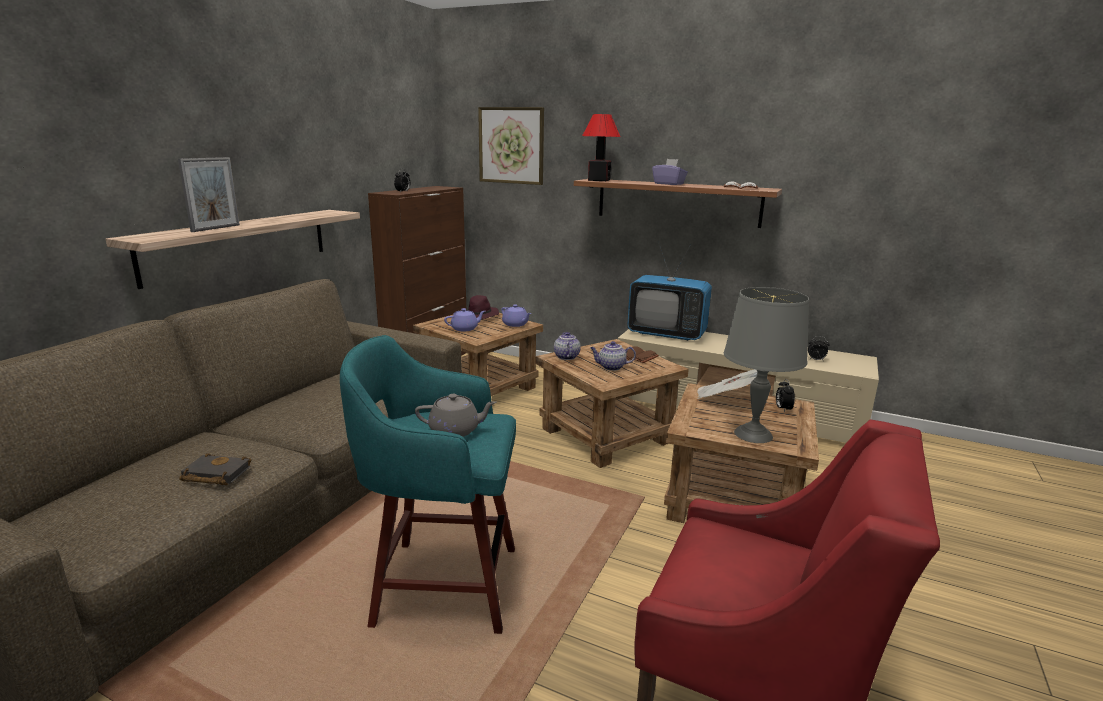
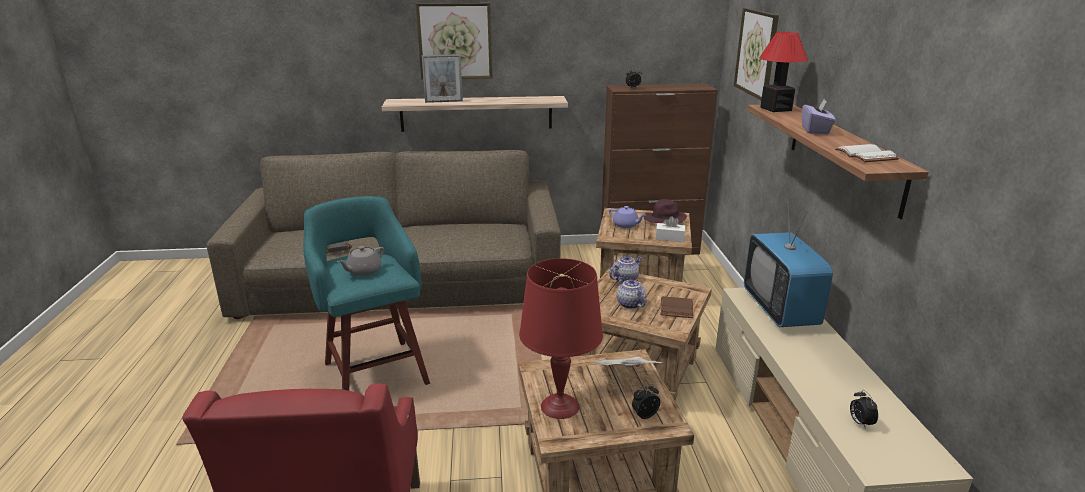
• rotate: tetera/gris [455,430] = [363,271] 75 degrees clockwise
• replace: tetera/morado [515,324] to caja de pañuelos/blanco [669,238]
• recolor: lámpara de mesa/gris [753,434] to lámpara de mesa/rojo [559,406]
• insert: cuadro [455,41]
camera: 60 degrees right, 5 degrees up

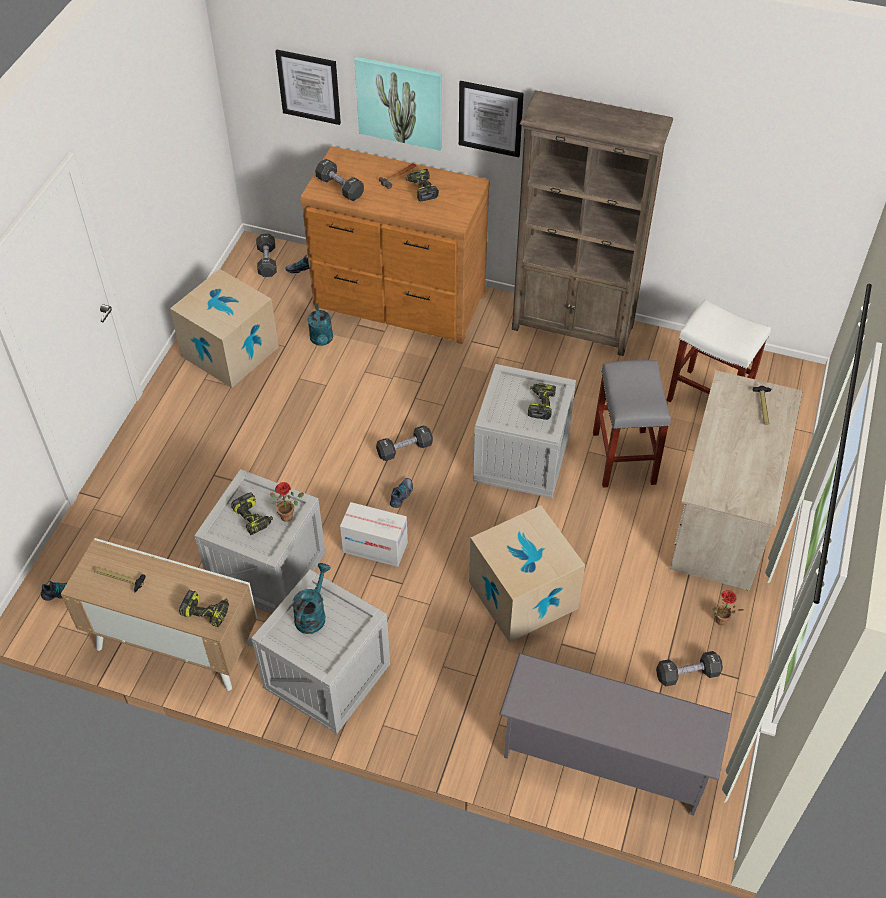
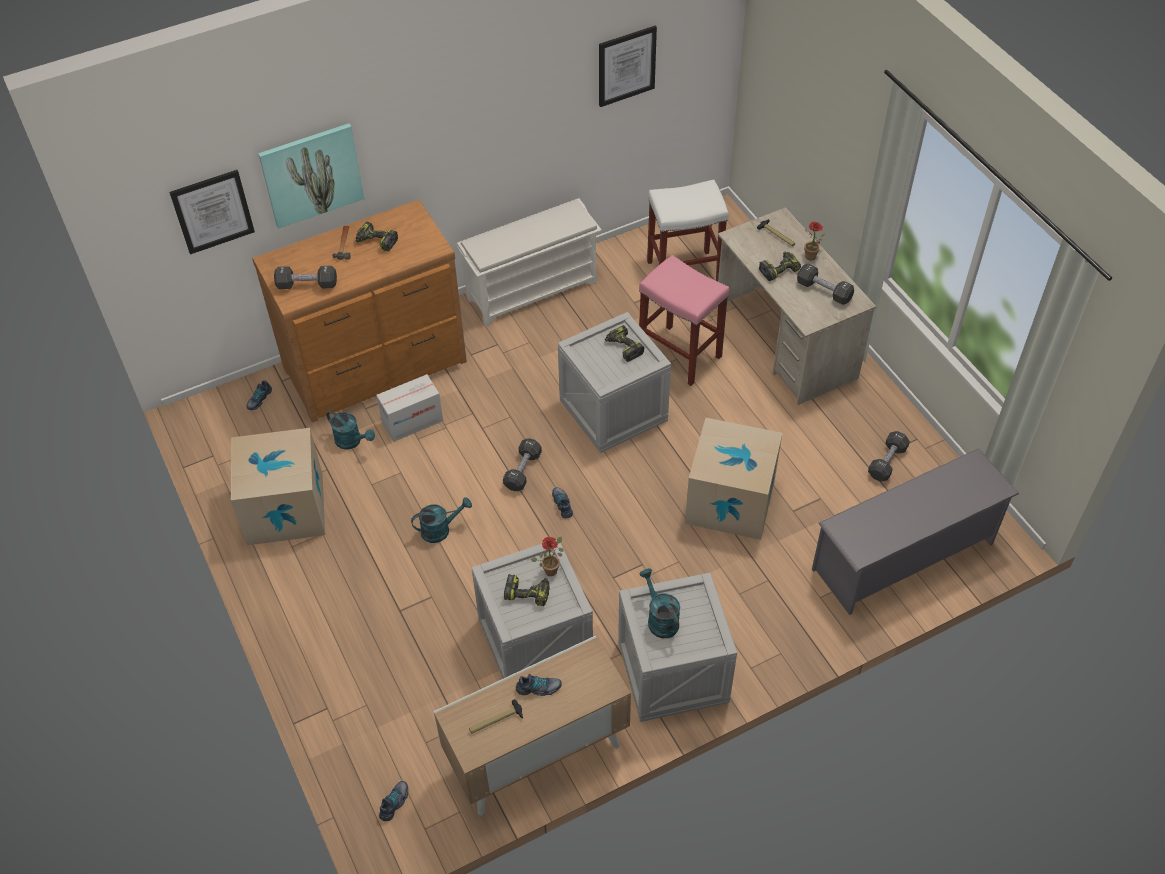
• move: taladro [207,611] to [779,269]
• move: mancuerna/negro [267,261] to [824,291]
• move: caja de cartón [375,547] to [412,421]
• move: cuadro [490,118] to [626,66]
• replace: estantería/marrón [573,327] to zapatero/blanco [533,289]
• recolor: taburete/gris [623,457] to taburete/rosa [678,355]
• move: planta en maceta [720,622] to [811,258]
• insert: regadera/turquesa [440,529]
• insert: zapato [538,688]
camera: 45 degrees left, 0 degrees up

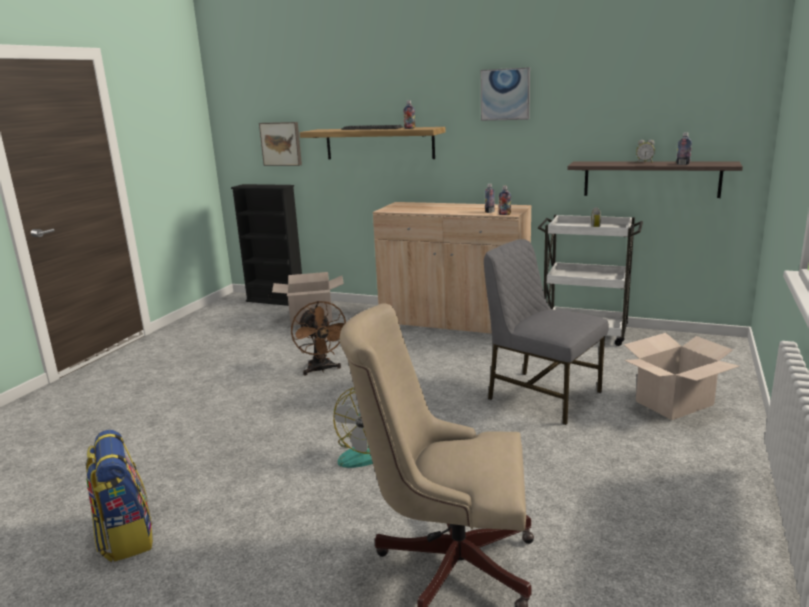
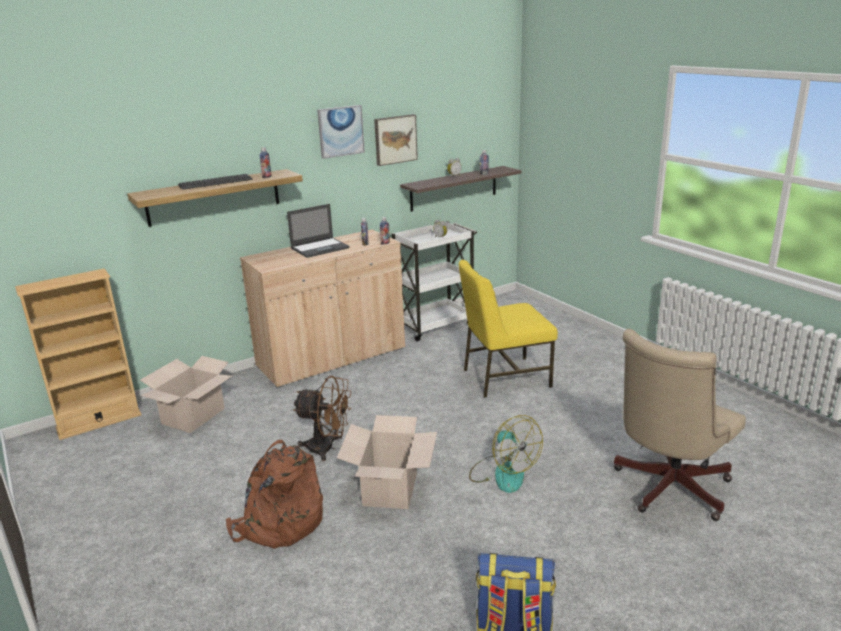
• recolor: estantería/negro [275,301] to estantería/beis [99,421]
• move: cuadro [281,143] to [395,139]
• recolor: silla/gris [542,395] to silla/amarillo [504,377]
• move: caja de cartón [674,403] to [390,488]
• insert: mochila/marrón [279,523]
• insert: portátil [320,248]
camera: 55 degrees left, 5 degrees up

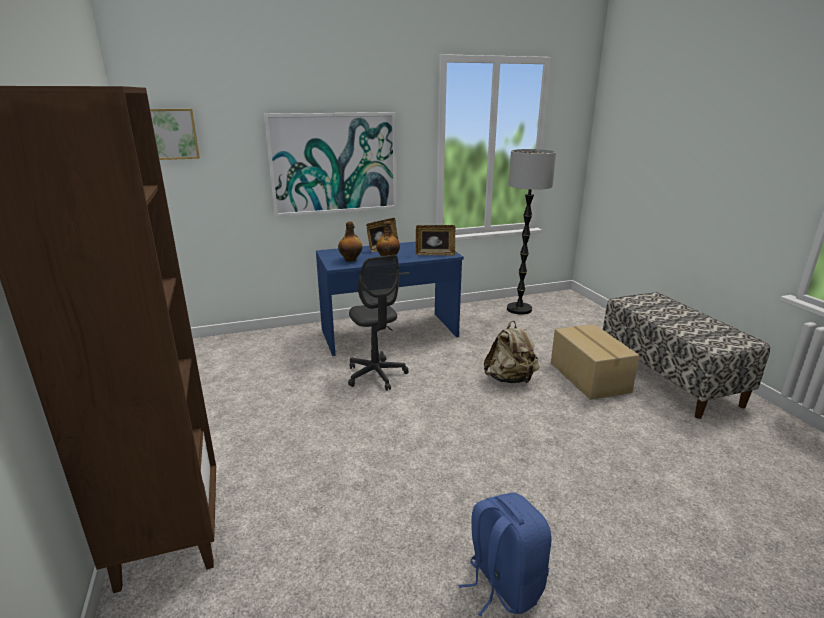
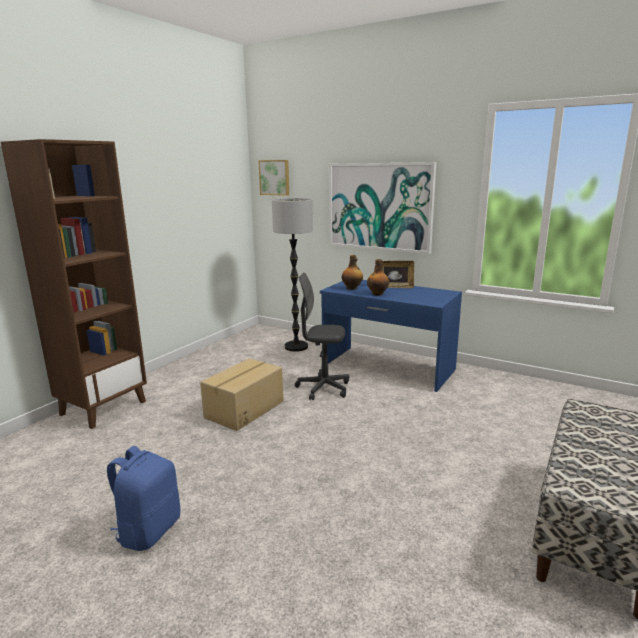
• rotate: silla de oficina/gris [376,375] = [323,388] 75 degrees clockwise
• delete: portarretratos [435,254]
• delete: mochila/beis [510,379]
• move: lámpara de pie [519,309] to [296,347]
• move: caja de cartón [588,377] to [243,409]
camera: 50 degrees right, 5 degrees down

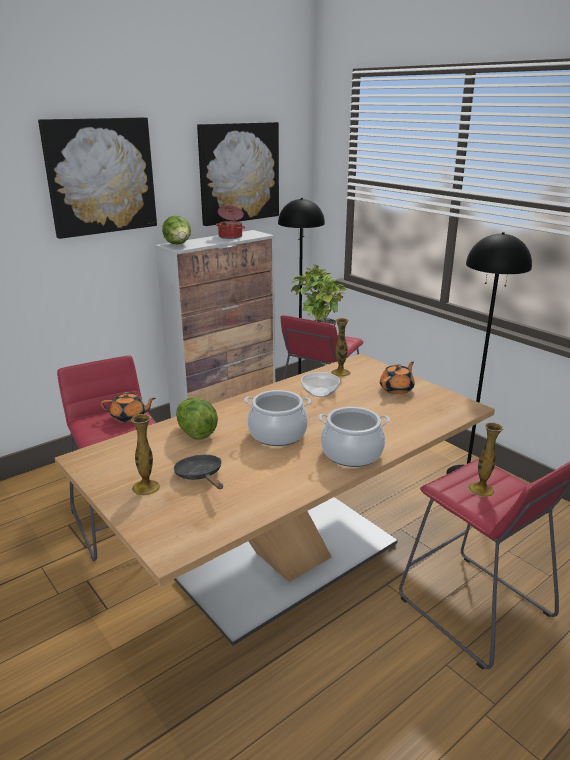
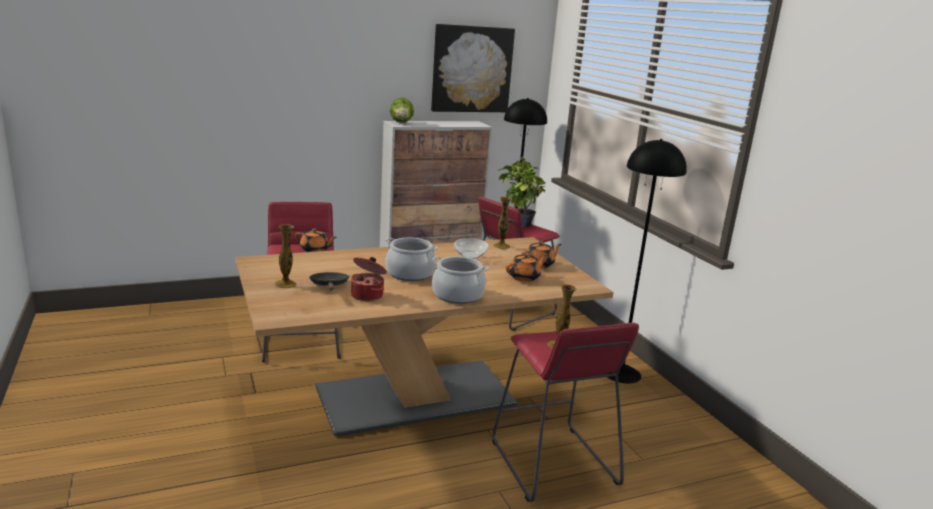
• delete: cuadro [100,176]
• delete: lechuga [196,432]
• move: olla [231,236] to [368,295]
• insert: tetera/naranja [525,277]
camera: 15 degrees right, 5 degrees down

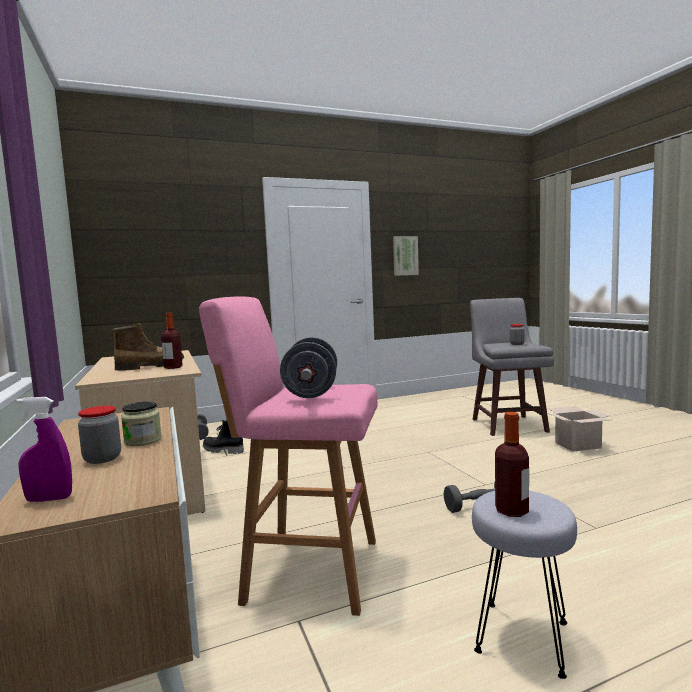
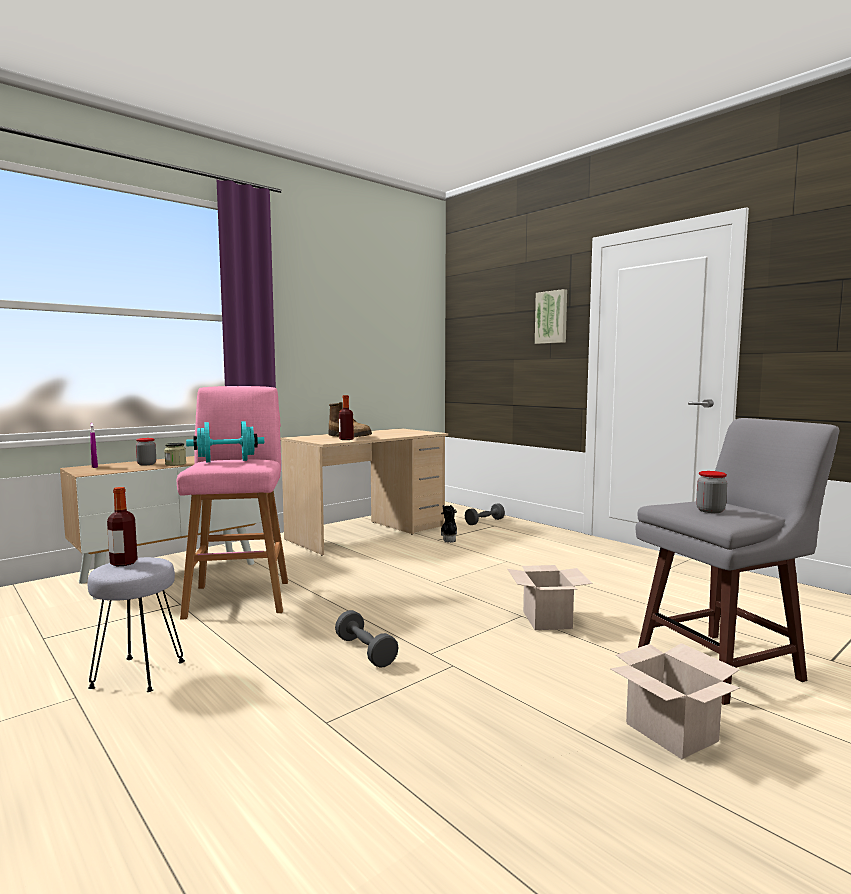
• recolor: mancuerna/gris [311,392] to mancuerna/turquesa [226,461]
• move: cuadro [405,256] to [552,317]
• insert: caja de cartón [548,620]
camera: 70 degrees right, 0 degrees up

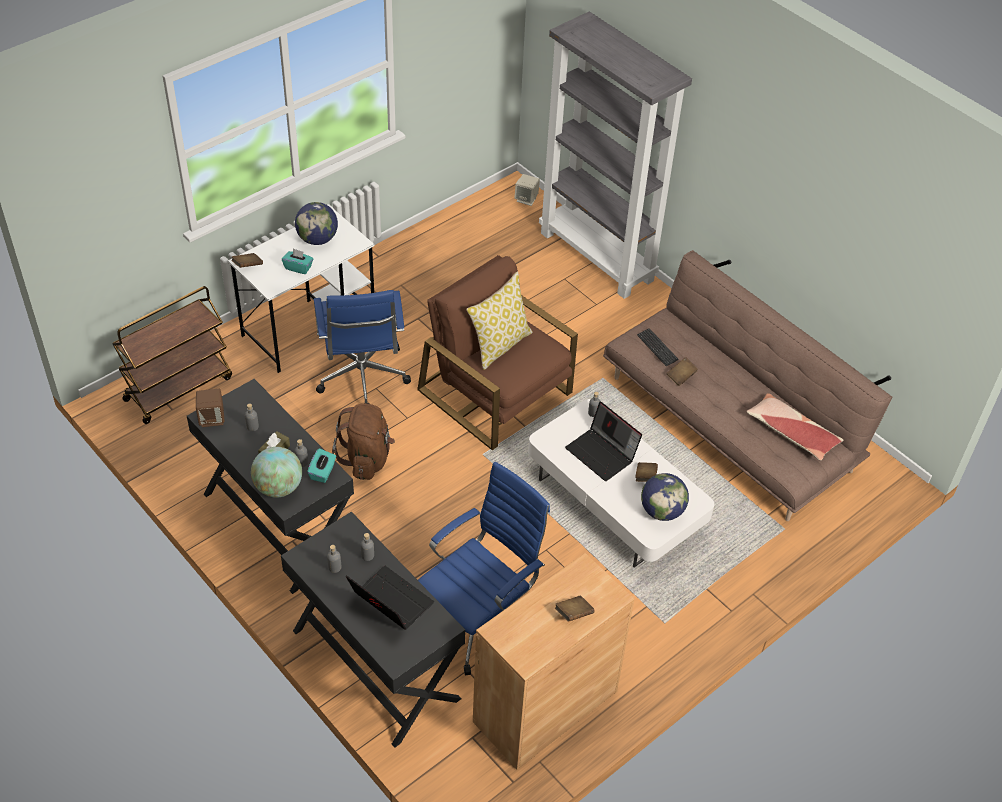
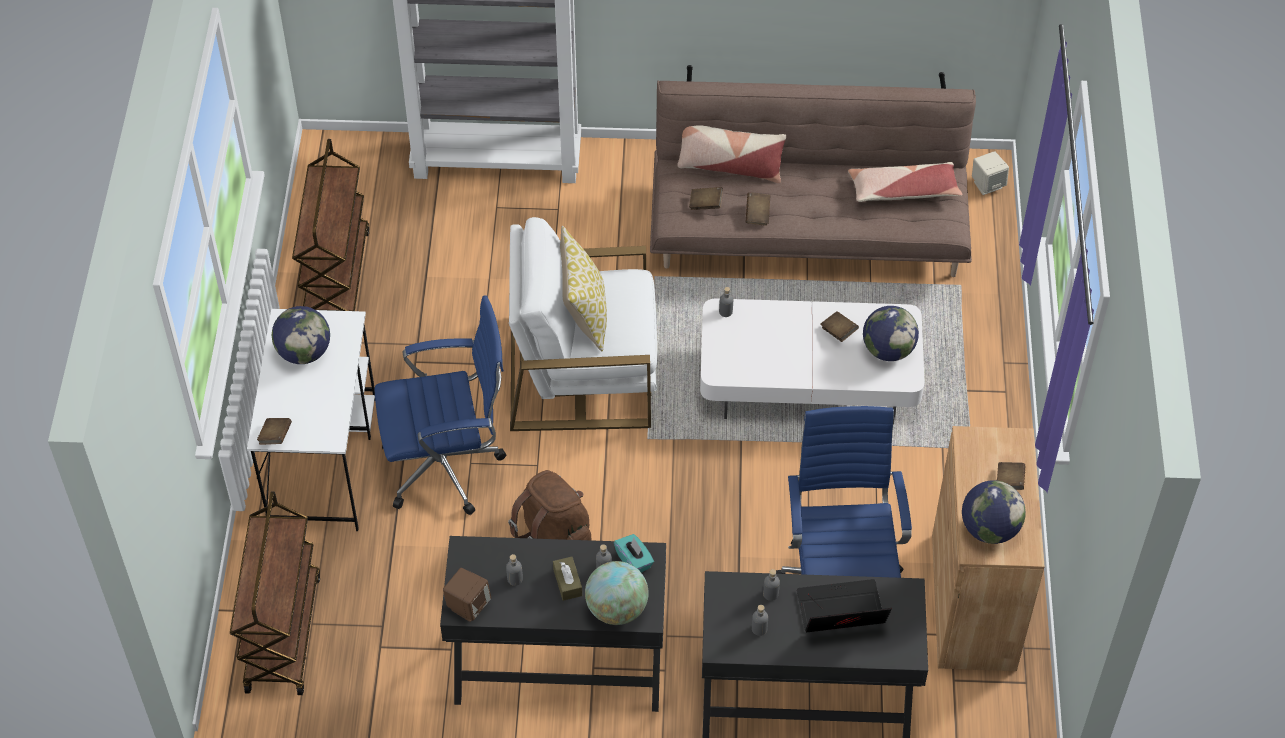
• delete: caja de pañuelos/turquesa [298,267]
• rotate: silla de oficina/azul [362,381] = [448,467] 45 degrees counterclockwise
• recolor: sillón/marrón [497,391] to sillón/blanco [582,369]
• move: altavoz/beis [526,199] to [987,184]
• delete: portátil [602,453]
• replace: teclado [657,348] to libro/marrón [705,204]
• insert: carrito/marrón [336,276]
• insert: cojín [729,166]
• insert: globo terráqueo [989,529]
camera: 45 degrees left, 5 degrees up

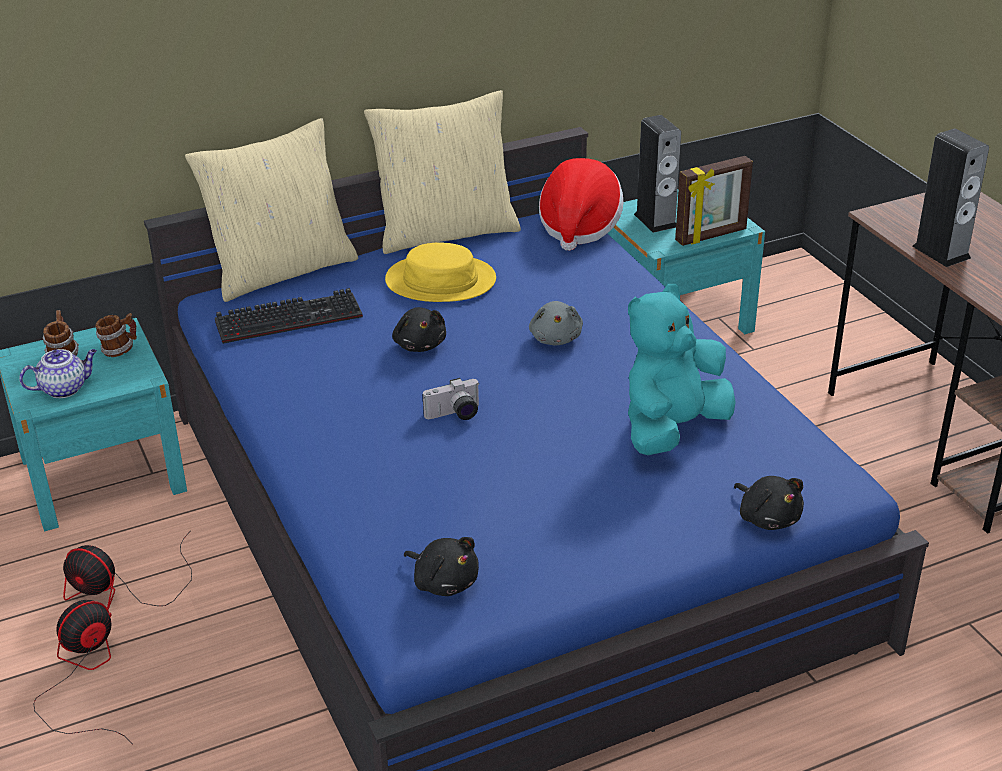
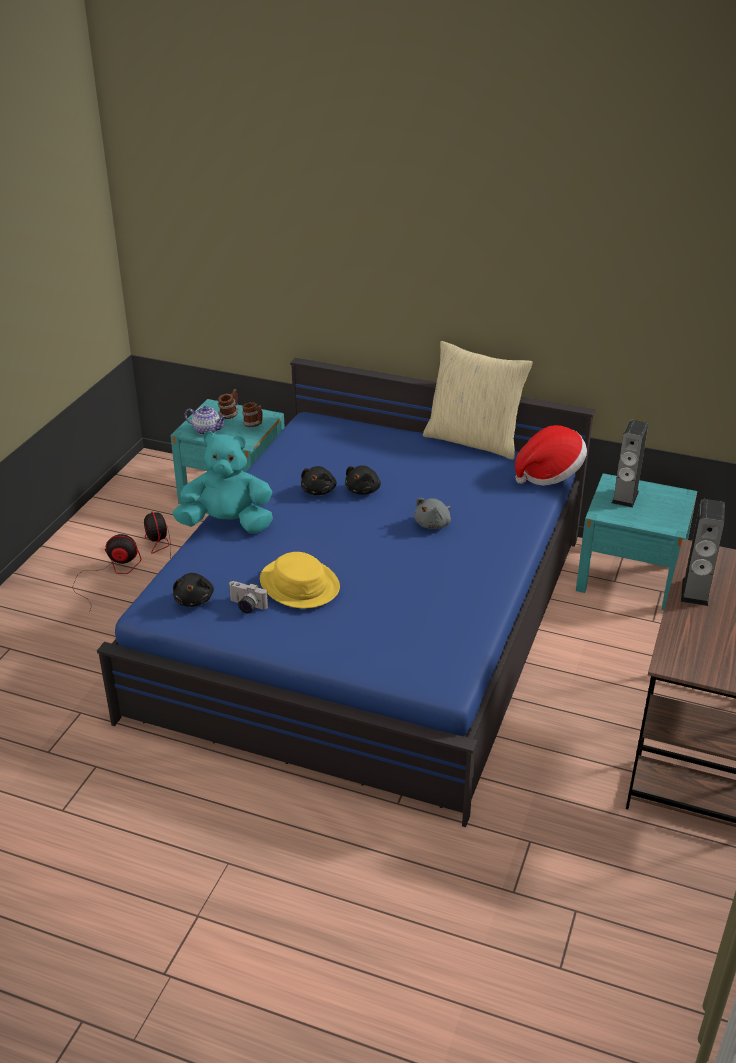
• delete: cojín/beis [281,270]
• delete: teclado [291,318]
• move: sombrero/amarillo [440,280] to [300,584]
• move: cámara [454,415] to [246,606]
• move: peluche/turquesa [672,429] to [227,524]
• delete: portarretratos [711,236]
• move: peluche/negro [767,517] to [319,490]
camera: 45 degrees right, 0 degrees up

